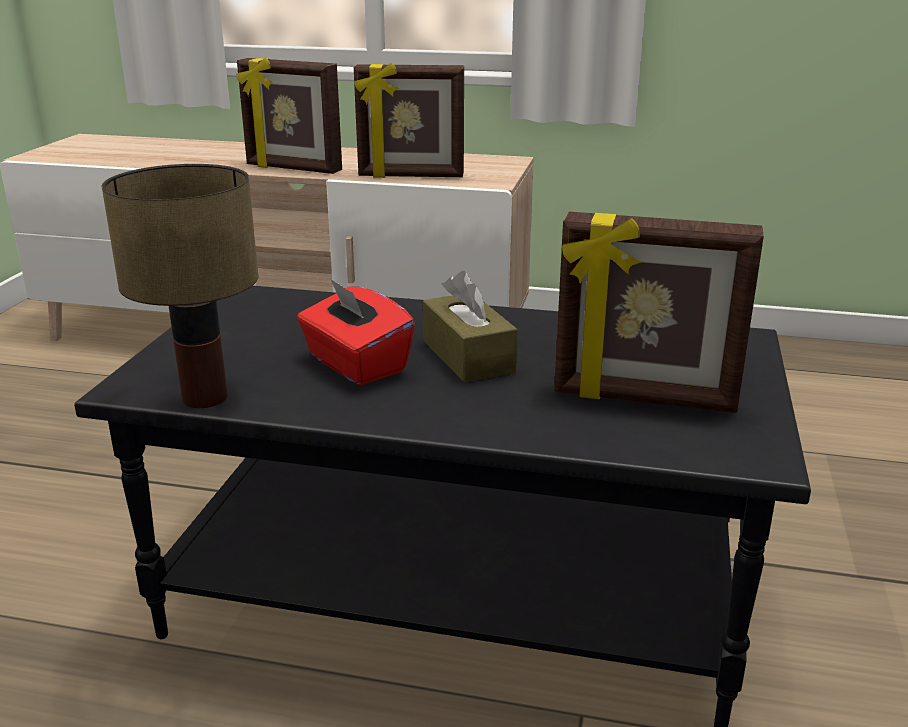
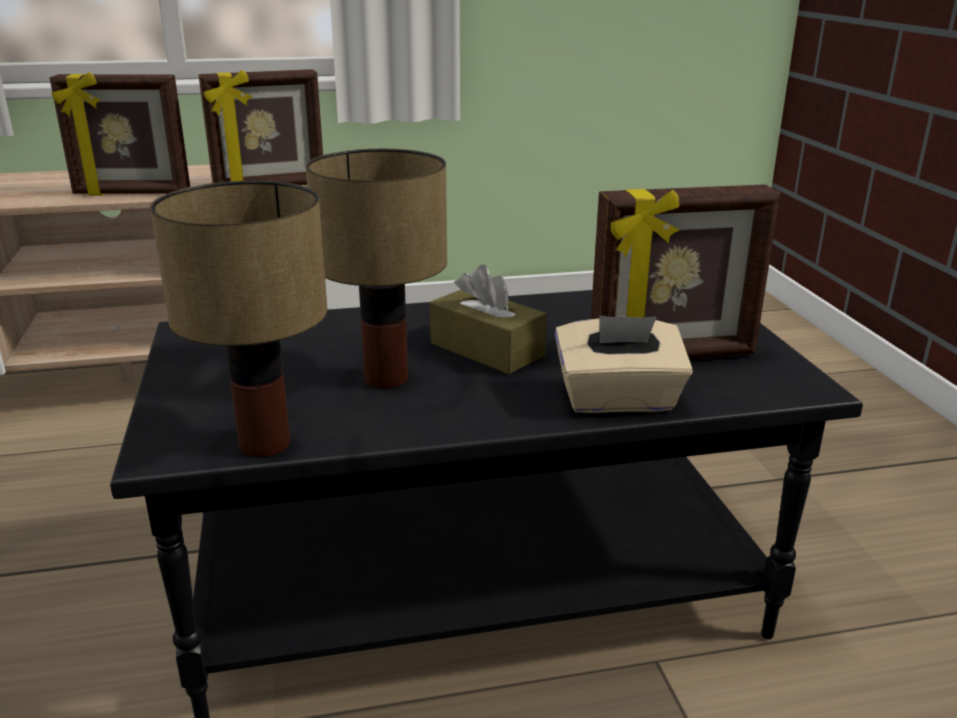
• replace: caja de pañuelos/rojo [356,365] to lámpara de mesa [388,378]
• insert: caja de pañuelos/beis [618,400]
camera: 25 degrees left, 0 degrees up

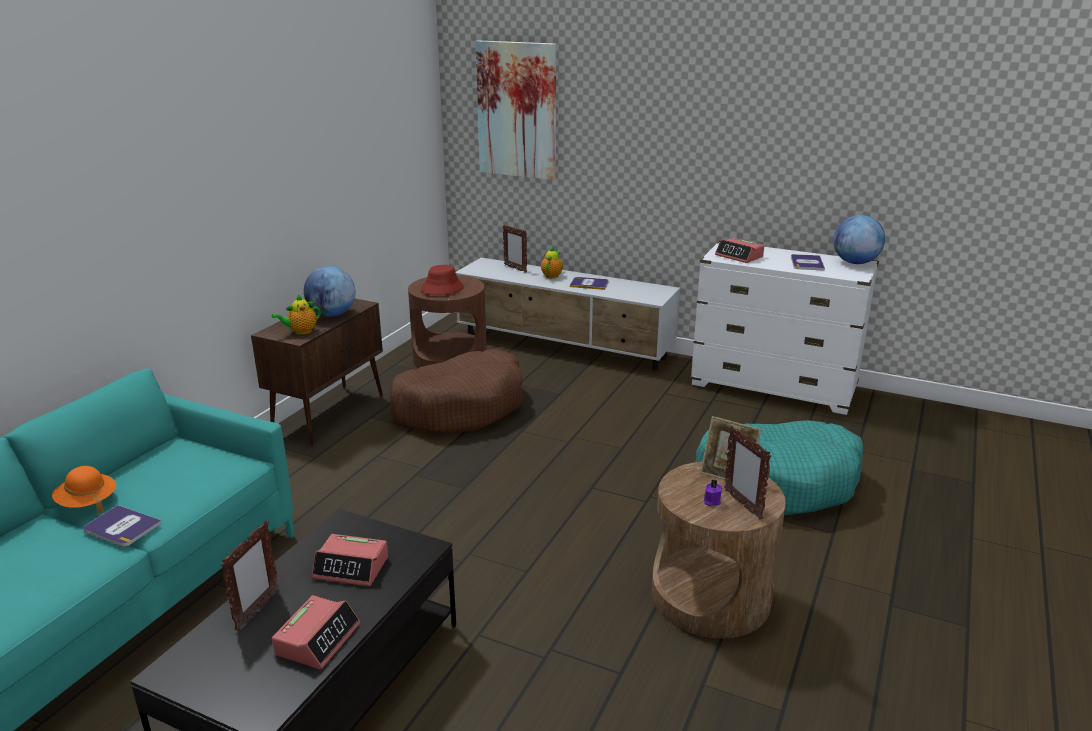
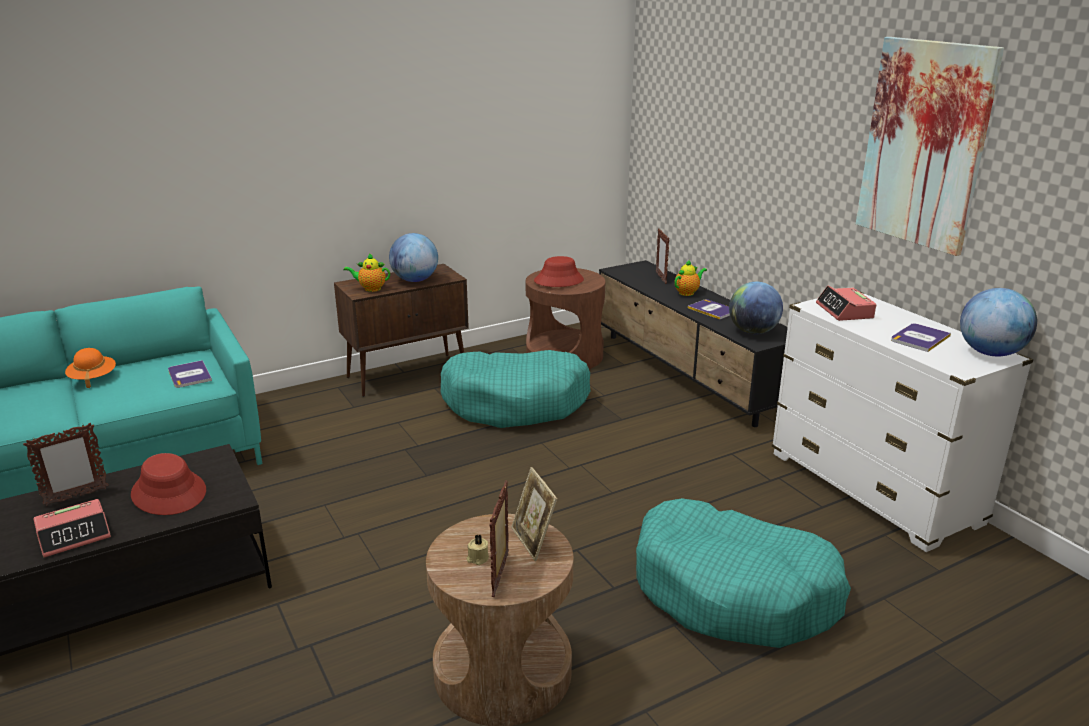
• move: libro [122,527] to [189,375]
• replace: despertador [351,568] to sombrero/rojo [169,493]
• recolor: cama para perro/marrón [460,407] to cama para perro/turquesa [516,402]
• recolor: mueble de televisión/blanco [564,346] to mueble de televisión/negro [688,374]
• move: cuadro [517,110] to [924,144]
• recolor: vela/morado [711,501] to vela/beis [477,558]
• insert: globo terráqueo [753,332]
camera: 35 degrees right, 0 degrees up

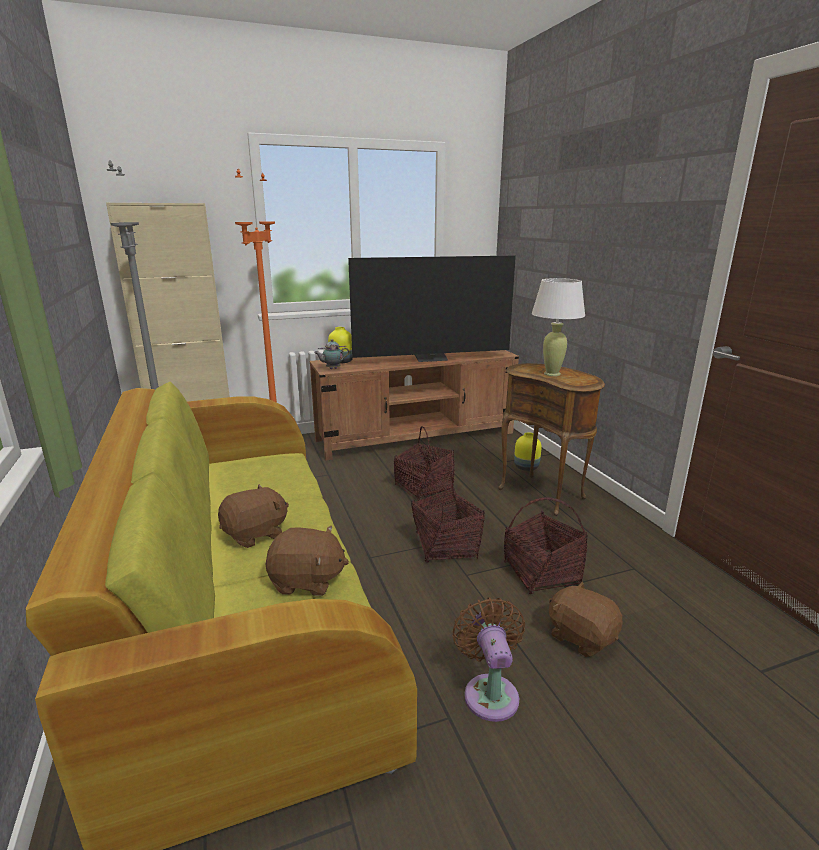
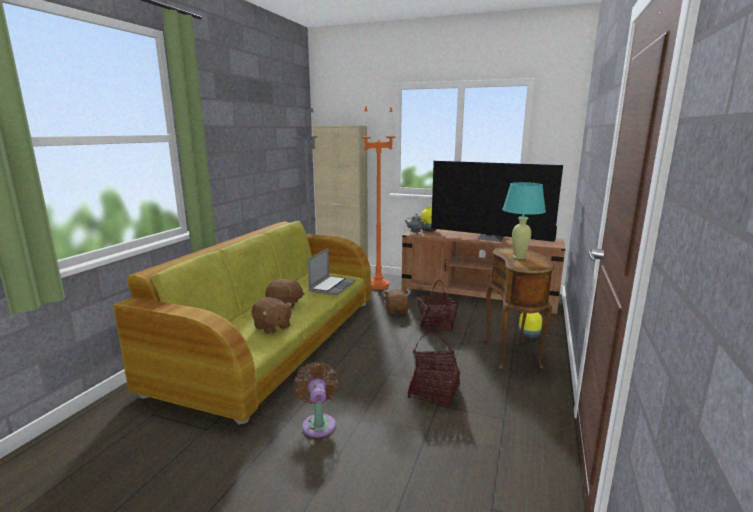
• delete: cesta [446,546]
• rotate: ventilador/marrón [490,692] = [318,423] 45 degrees counterclockwise
• recolor: lámpara de mesa/blanco [552,374] to lámpara de mesa/turquesa [519,257]
• move: peluche/marrón [581,636] to [397,311]
• insert: portátil [332,286]
camera: 40 degrees right, 5 degrees down

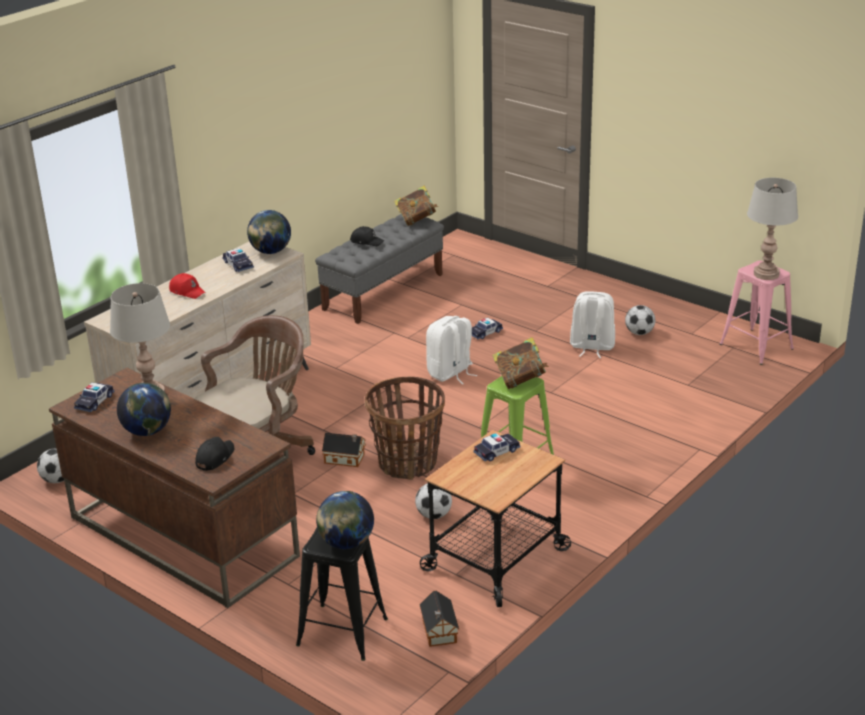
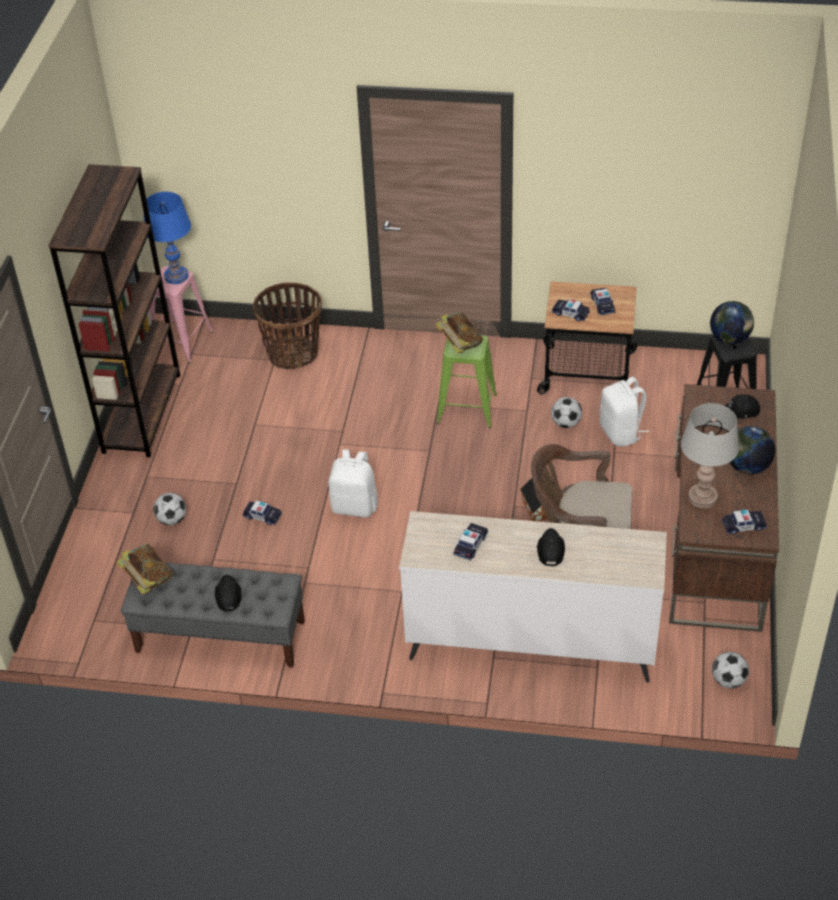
• recolor: gorra/rojo [187,291] to gorra/negro [550,550]
• delete: globo terráqueo [270,252]
• move: cesta [407,463] to [293,353]
• delete: casita [439,632]
• move: mochila/blanco [591,346] to [621,433]
• move: balón de fútbol [639,333] to [172,520]
• recolor: lámpara de mesa/gris [766,274] to lámpara de mesa/azul [176,276]
• insert: estantería/marrón [142,413]
• insert: coche de juguete [602,304]
camera: 120 degrees left, 15 degrees up

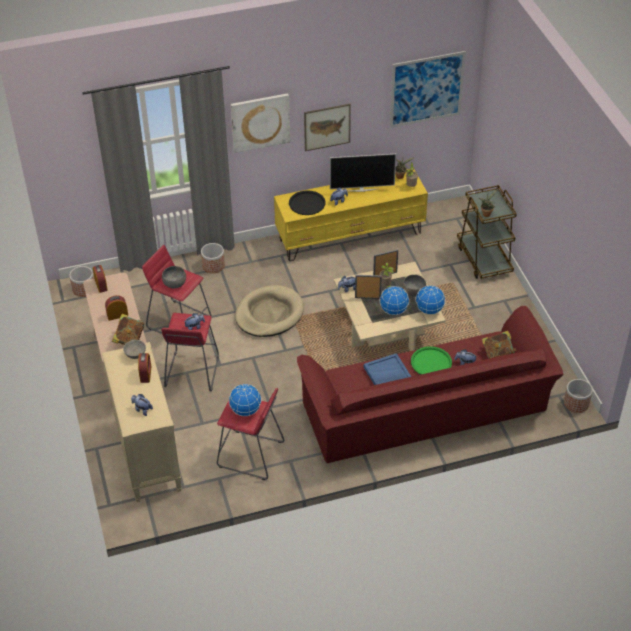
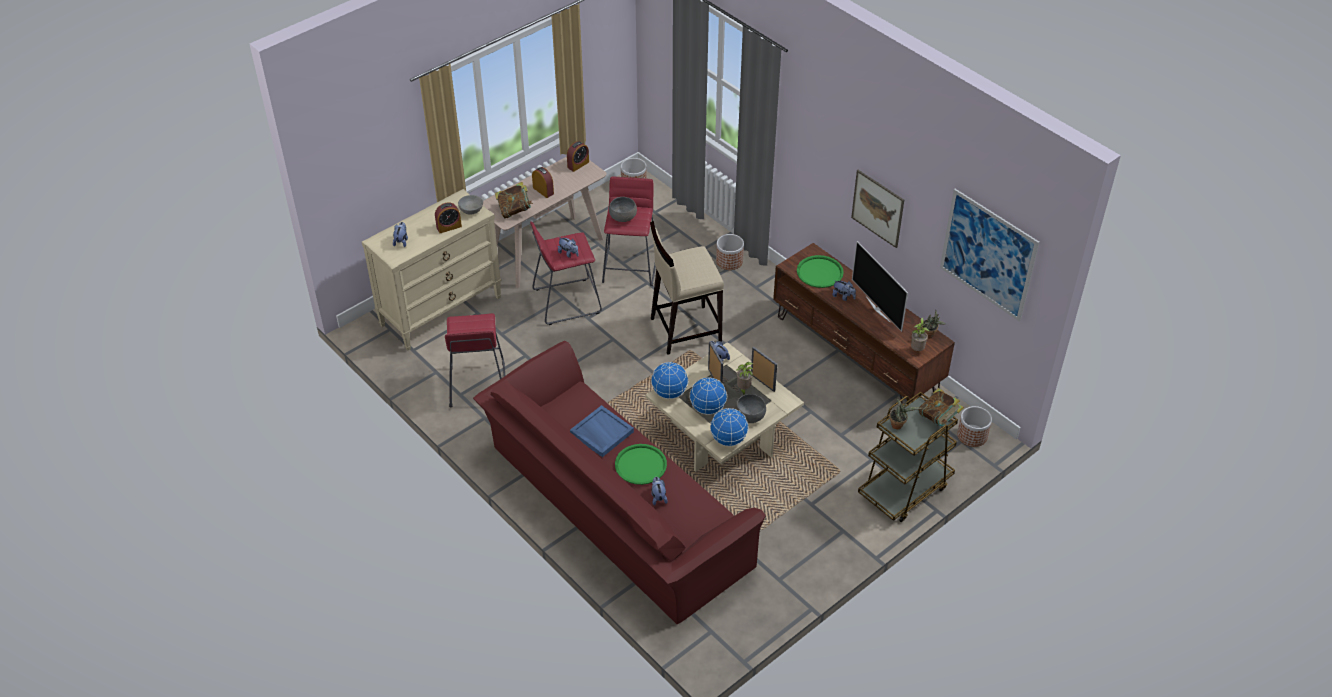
• move: globo terráqueo [245,410] to [669,393]
• delete: cuadro [260,122]
• replace: cama para perro/beis [269,314] to taburete/beis [684,329]
• recolor: mueble de televisión/amarillo [350,236] to mueble de televisión/marrón [856,354]
• recolor: bandeja/negro [307,203] to bandeja/verde [820,272]
• move: libro [498,354] to [938,418]
• move: maceta [576,403] to [972,435]
camera: 65 degrees right, 0 degrees up

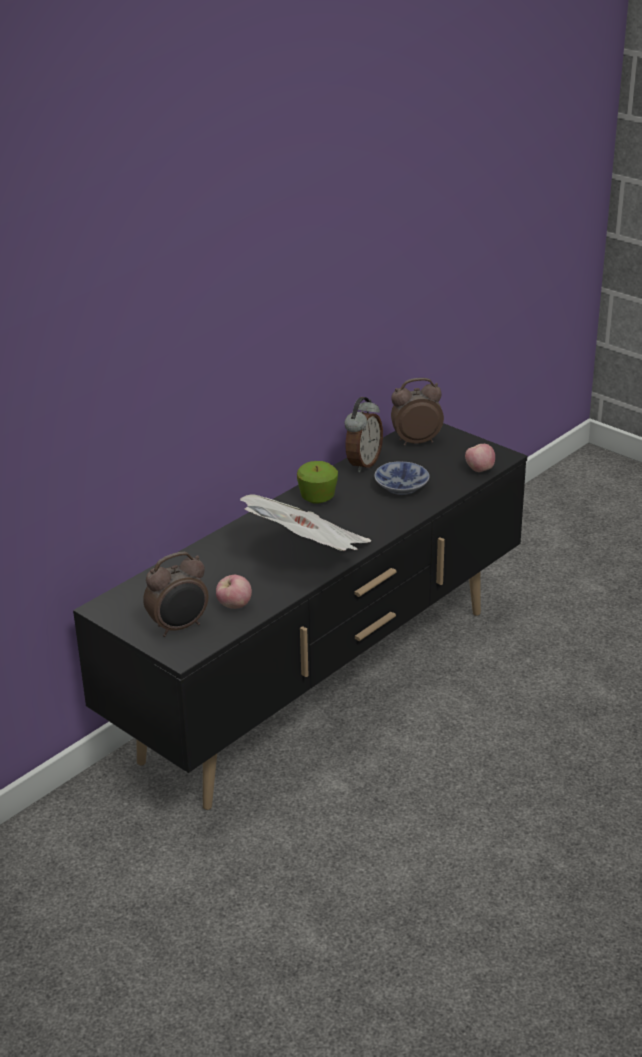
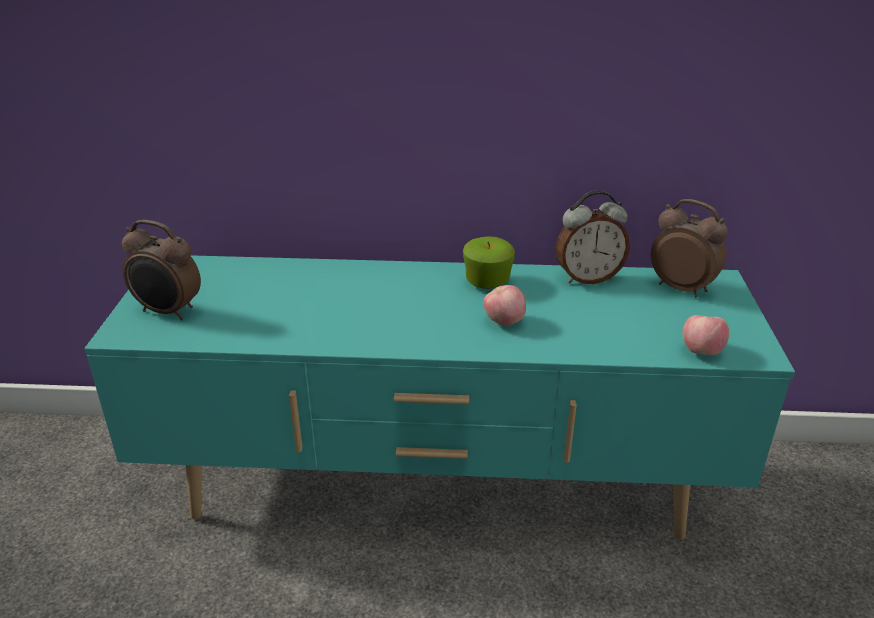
• recolor: mueble de televisión/negro [323,684] to mueble de televisión/turquesa [438,490]
• move: manzana [234,606] to [503,322]
• delete: periódico [308,552]
• delete: cuenco [399,486]
camera: 50 degrees right, 0 degrees up

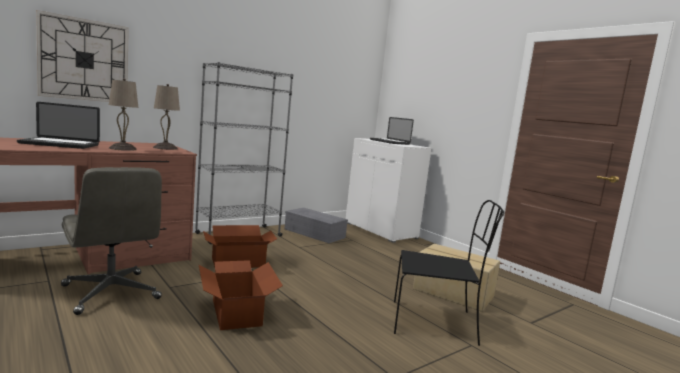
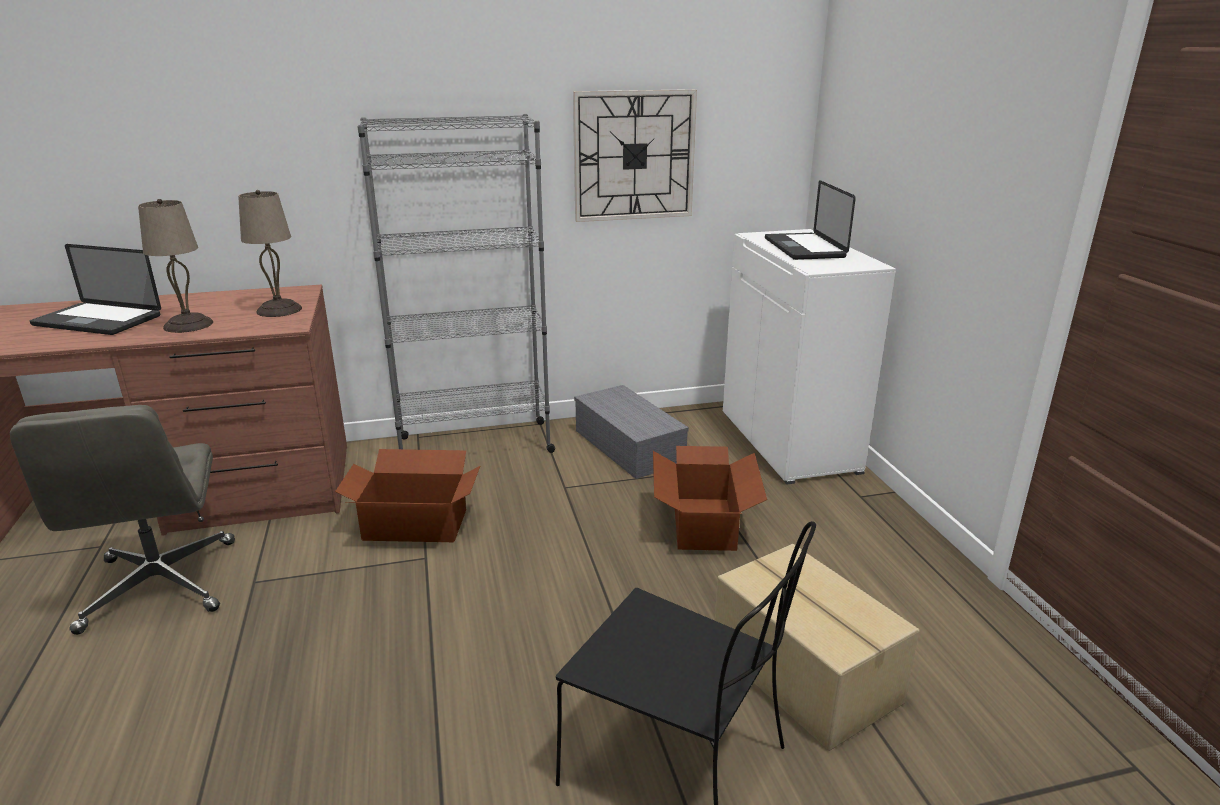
• move: reloj de pared [84,60] to [634,156]
• move: caja de cartón [237,312] to [705,523]
camera: 25 degrees right, 15 degrees up

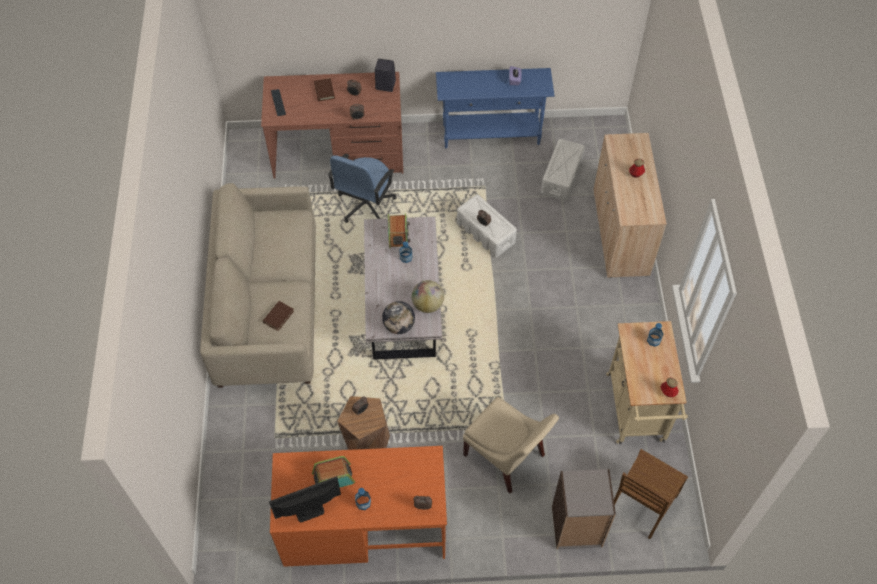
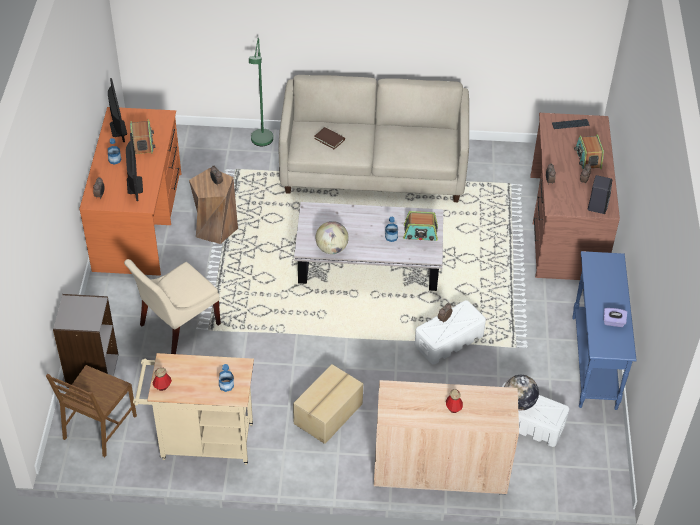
• replace: libro/marrón [324,91] to radio [588,158]
• delete: silla de oficina/azul [365,204]
• move: globo terráqueo [399,326] to [519,403]
• rotate: silla/marrón [642,504] = [99,427] 105 degrees counterclockwise
• insert: monitor [134,185]
• insert: lámpara de pie/verde [261,143]
• insert: caja de cartón [329,414]
camera: 95 degrees right, 10 degrees down

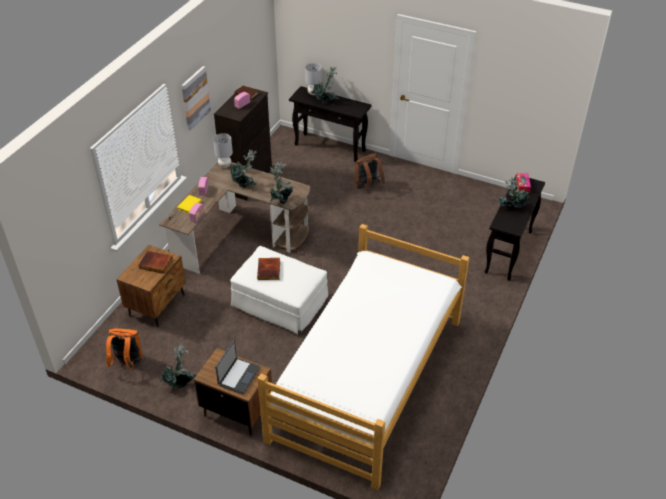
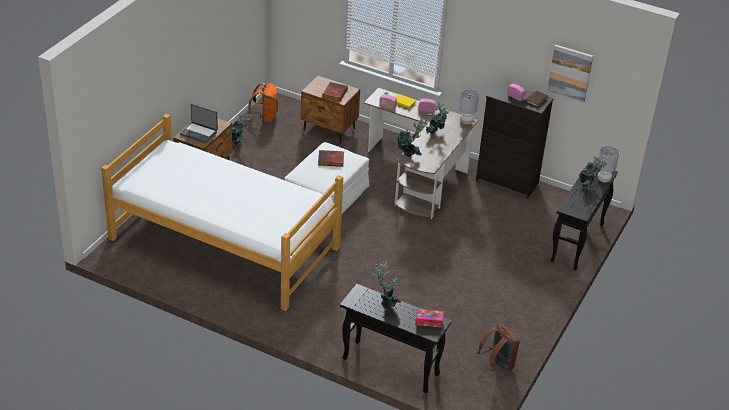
• move: cuadro [195,98] to [570,72]
• move: mochila/marrón [367,187] to [497,365]
camera: 90 degrees right, 5 degrees down

